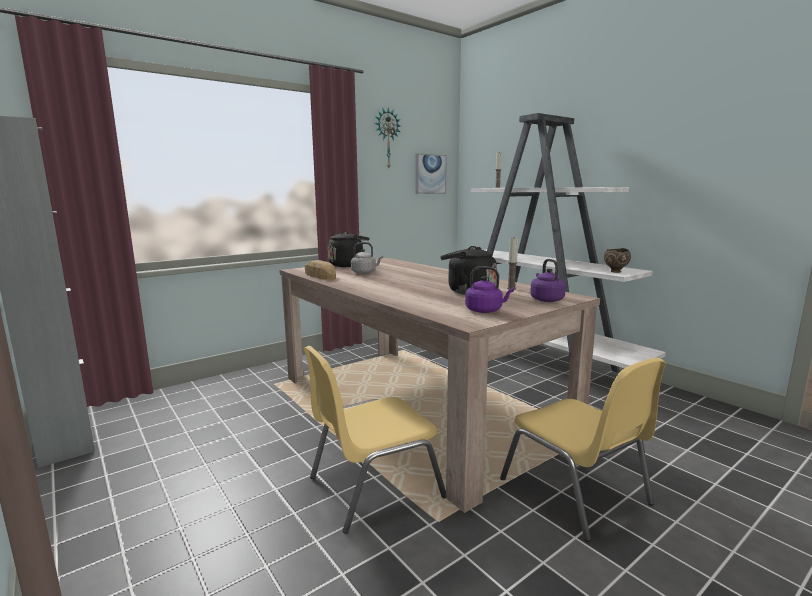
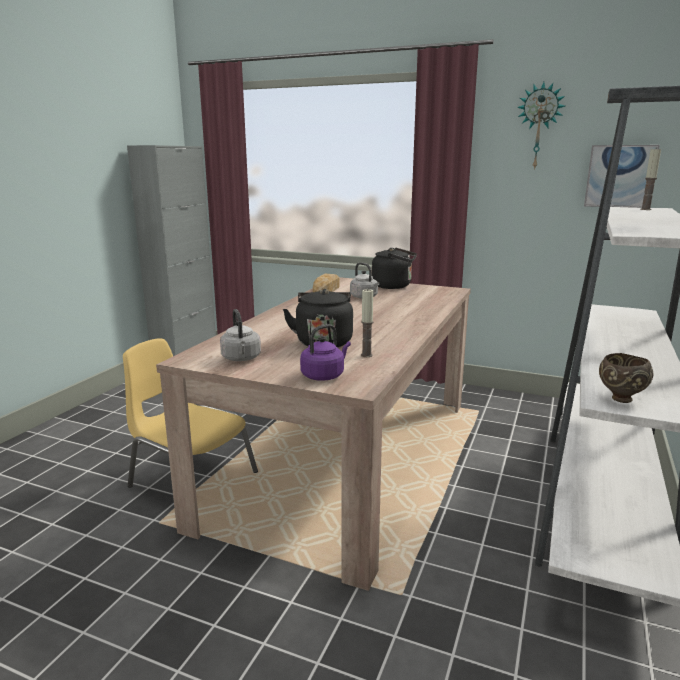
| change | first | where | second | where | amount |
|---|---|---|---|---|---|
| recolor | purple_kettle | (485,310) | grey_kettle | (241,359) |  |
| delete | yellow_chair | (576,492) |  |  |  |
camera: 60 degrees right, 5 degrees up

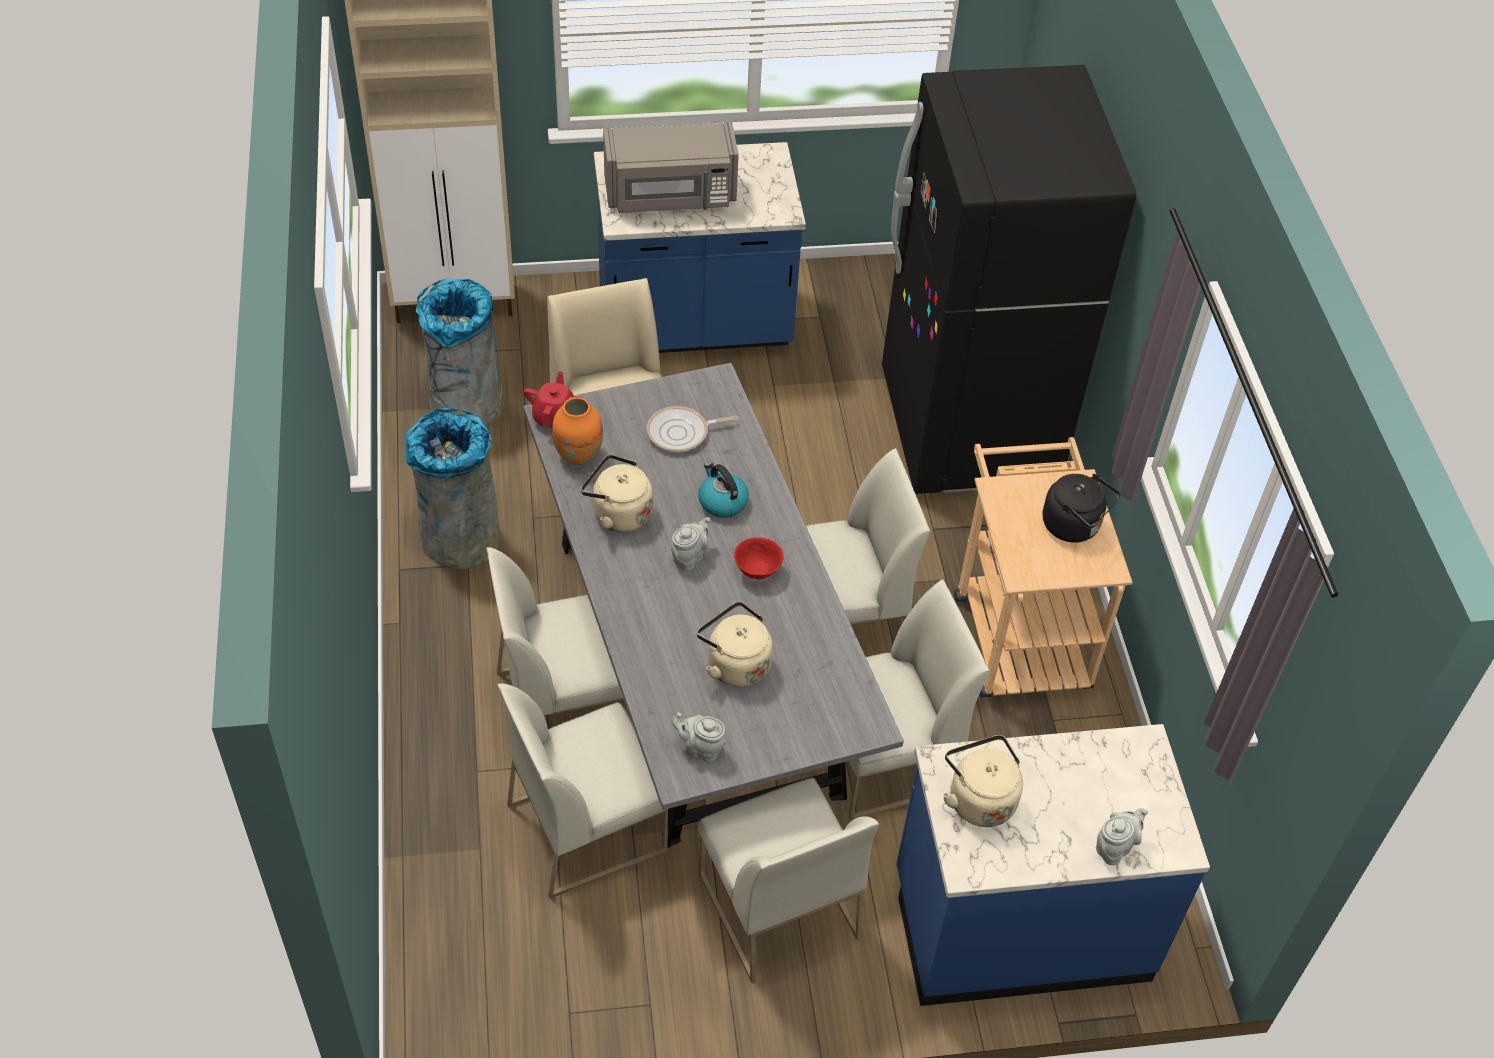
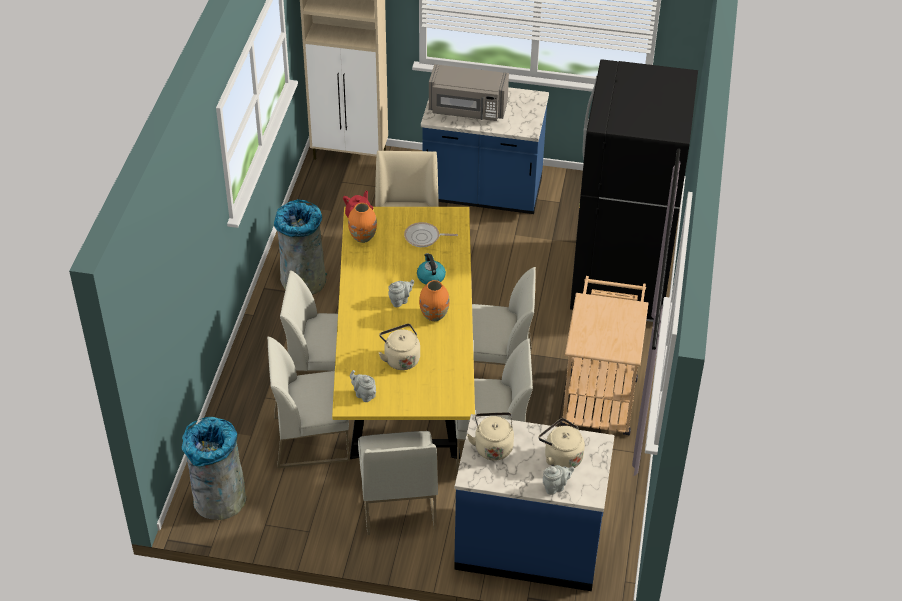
| change | first | where | second | where | amount |
|---|---|---|---|---|---|
| move | grey_trash_can | (466,406) |  | (219,500) |  |
| recolor | grey_dining_table | (697,664) | yellow_dining_table | (406,372) |  |
| move | beige_kettle | (618,514) |  | (561,457) |  |
| replace | red_bowl | (758,571) | orange_vase | (434,315) |  |
| delete | black_kettle | (1074,526) |  |  |  |
camera: 20 degrees right, 5 degrees down

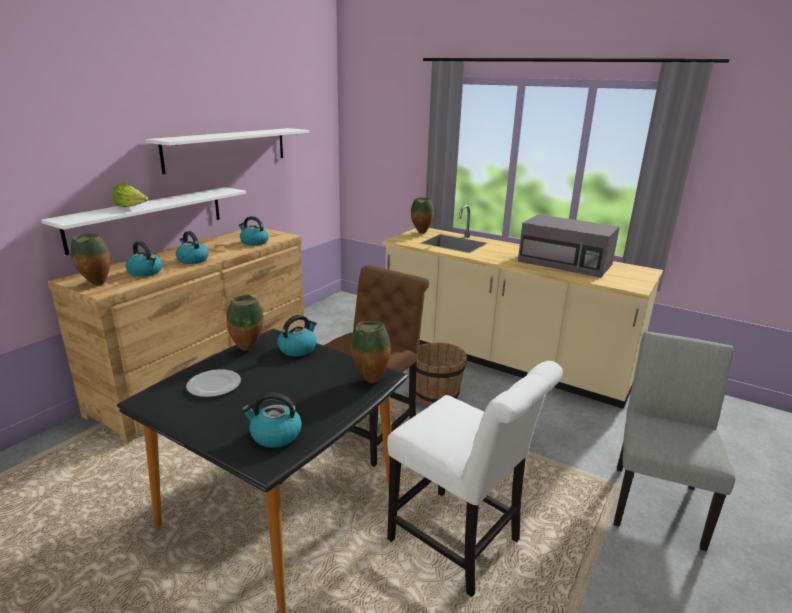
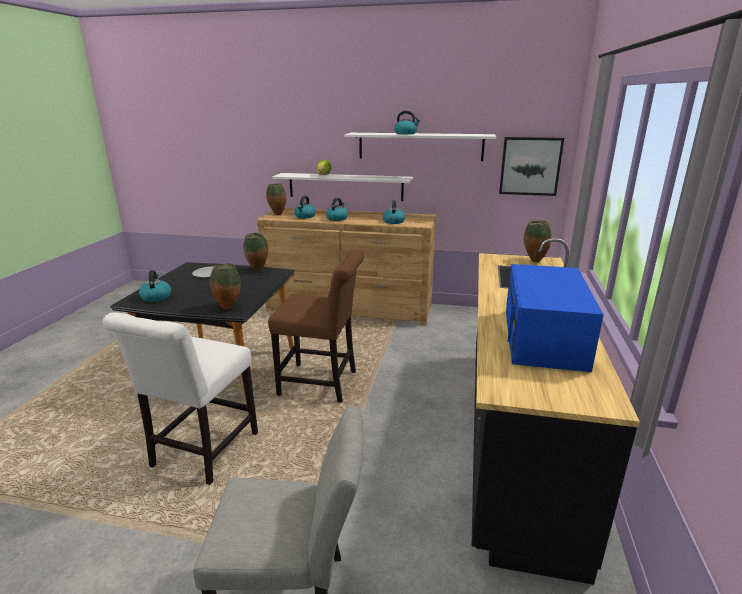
| change | first | where | second | where | amount |
|---|---|---|---|---|---|
| move | kettle | (298,349) |  | (406,133) |  |
| recolor | beige_counter | (501,360) | black_counter | (514,436) |  |
| delete | brown_bucket | (436,397) |  |  |  |
| recolor | grey_microwave | (566,263) | blue_microwave | (544,339) |  |
| insert |  |  | picture | (530,166) |  |
camera: 70 degrees right, 0 degrees up

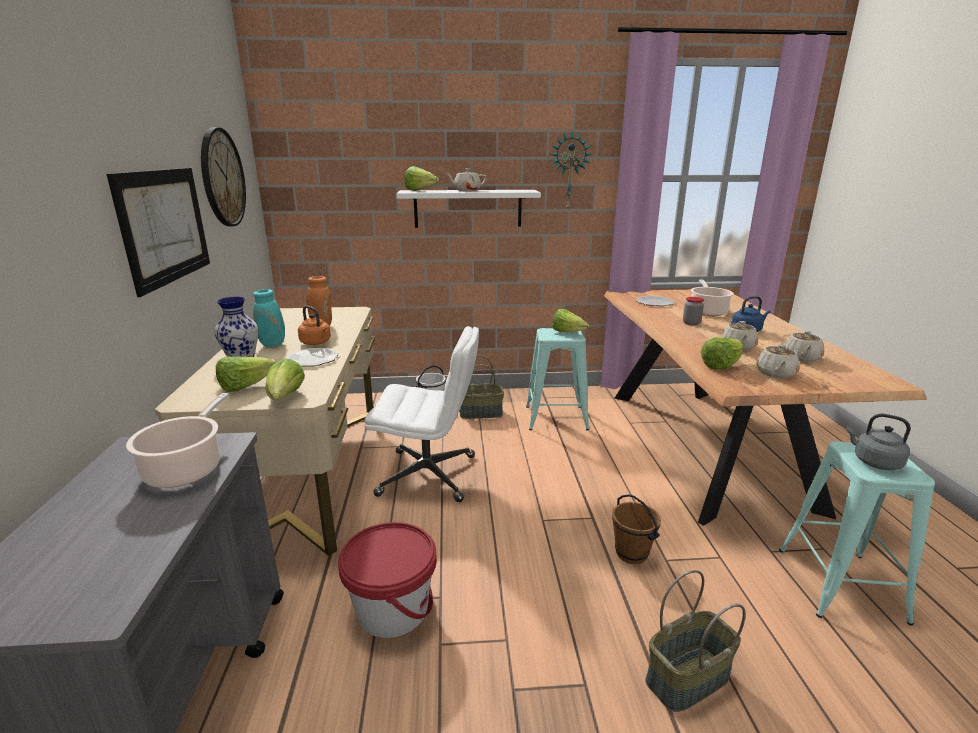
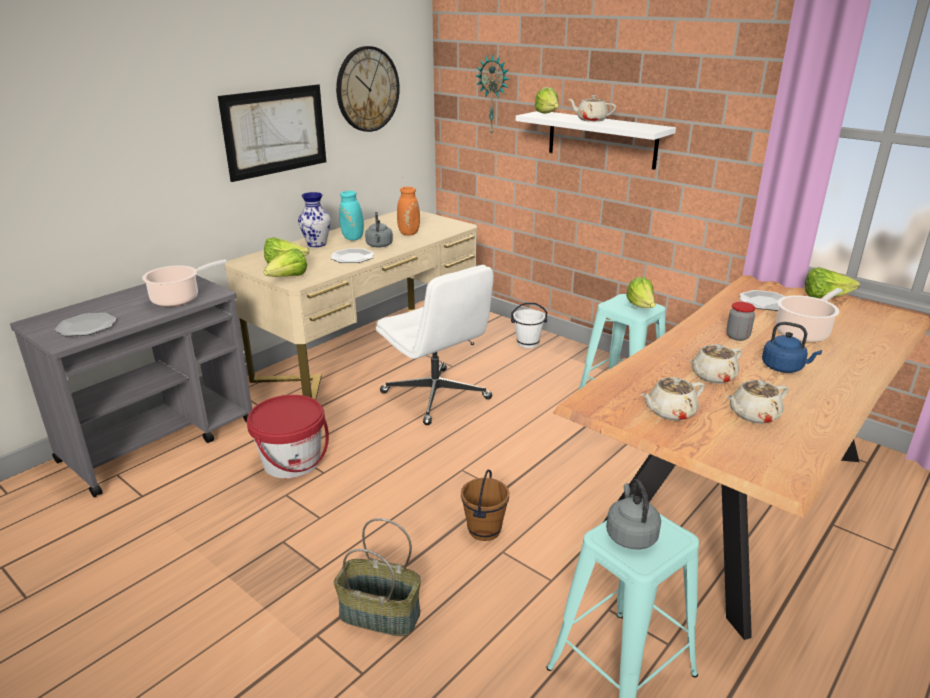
| change | first | where | second | where | amount |
|---|---|---|---|---|---|
| recolor | orange_kettle | (316,343) | grey_kettle | (379,246) |  |
| delete | basket | (481,413) |  |  |  |
| move | wall_clock | (569,172) |  | (494,95) |  |
| move | lettuce | (721,366) |  | (824,297) |  |
| insert |  |  | plate | (86,326) |  |
camera: 45 degrees right, 5 degrees up

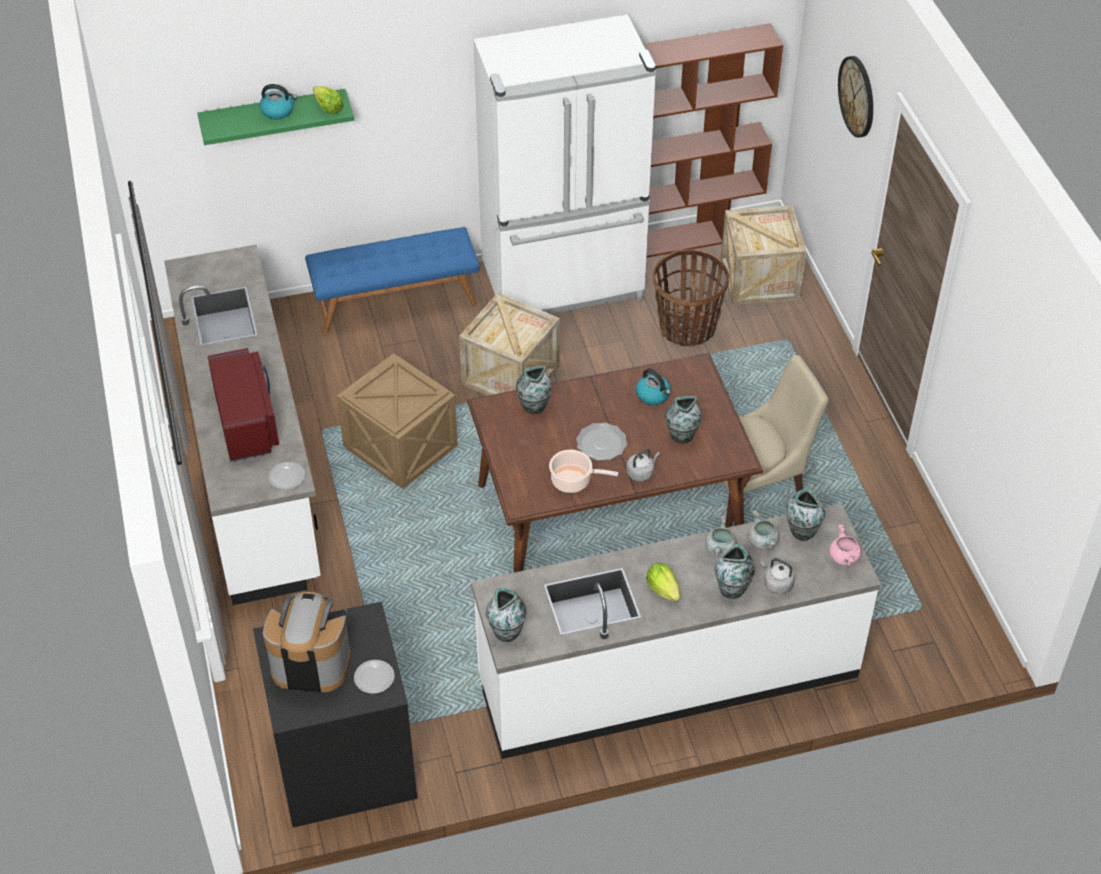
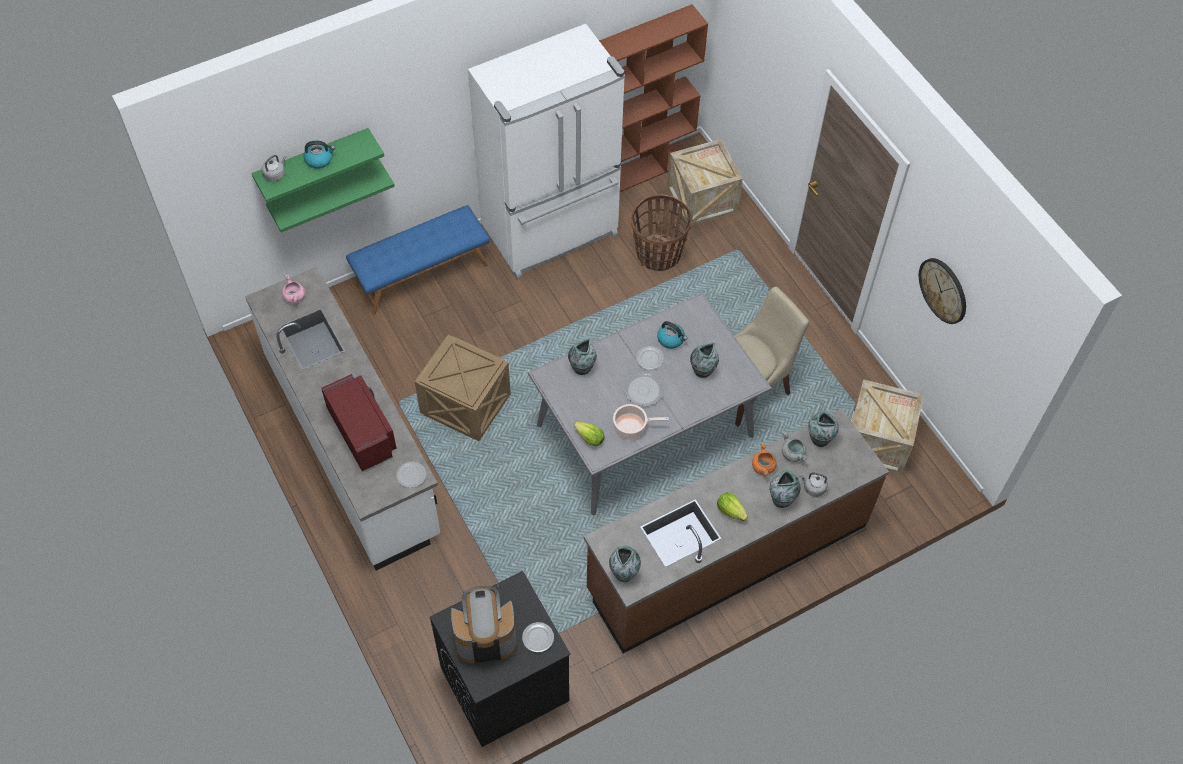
| change | first | where | second | where | amount |
|---|---|---|---|---|---|
| move | lettuce | (328,108) |  | (589,439) |  |
| move | crate | (510,375) |  | (877,441) |  |
| recolor | brown_dining_table | (610,514) | grey_dining_table | (645,429) |  |
| recolor | white_counter | (667,677) | brown_counter | (726,557) |  |
| move | grey_kettle | (641,472) |  | (275,174) |  |
| recolor | grey_cooking_pot | (720,549) | orange_cooking_pot | (763,467) |  |
| move | pink_cooking_pot | (844,557) |  | (295,297) |  |
| move | wall_clock | (857,96) |  | (943,290) |  |
| insert |  |  | green_shelf | (325,190) |  |
| insert |  |  | plate | (649,358) |  |
camera: 15 degrees left, 10 degrees up

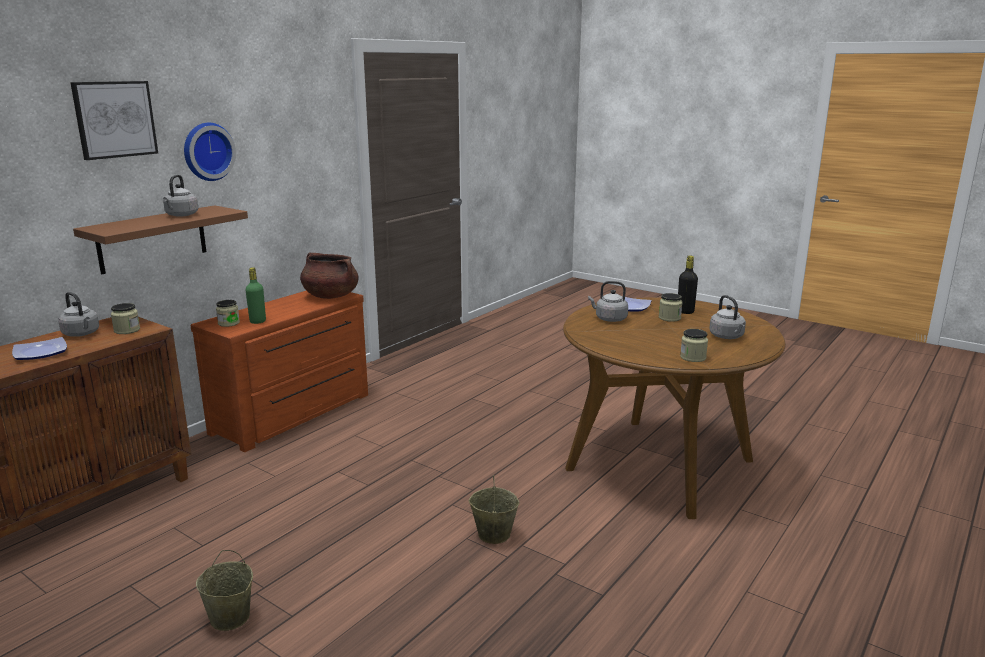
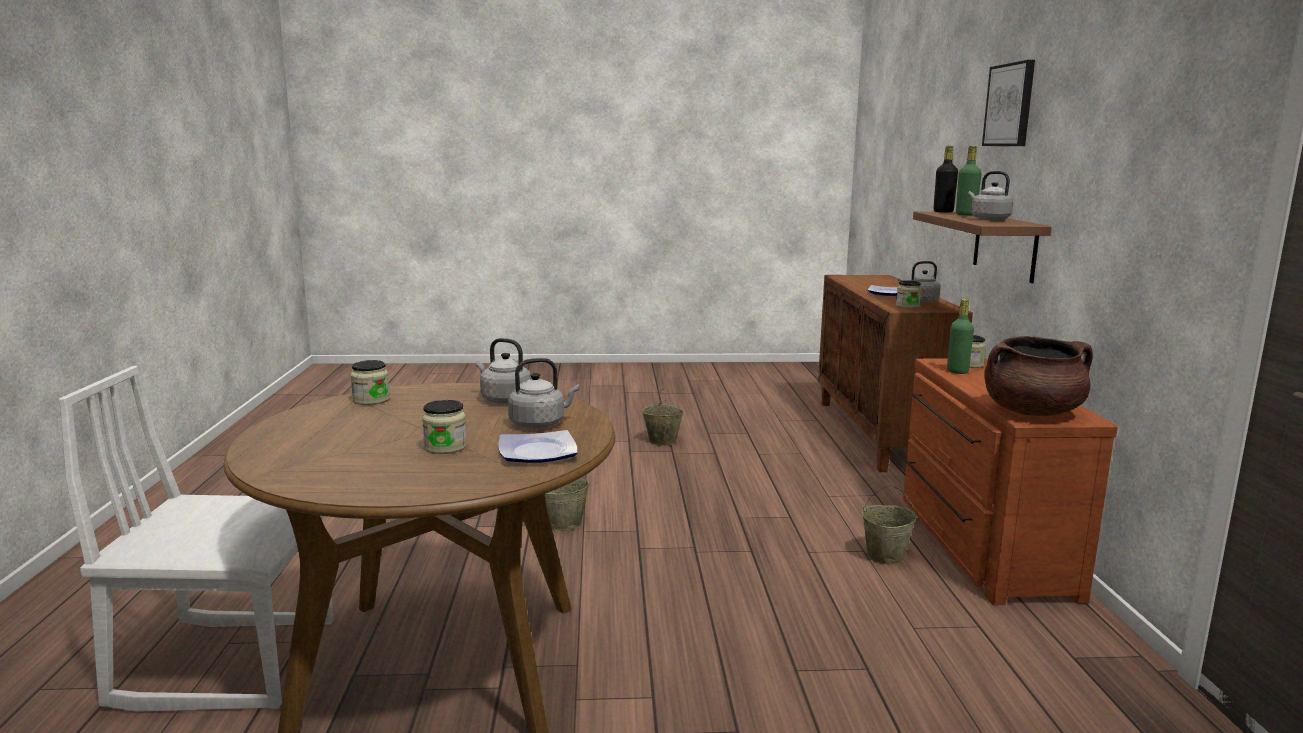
| change | first | where | second | where | amount |
|---|---|---|---|---|---|
| delete | wall_clock | (207,151) |  |  |  |
| move | black_bottle | (685,311) |  | (943,212) |  |
| move | grey_kettle | (727,337) |  | (503,399) |  |
| insert |  |  | white_chair | (228,661) |  |
| insert |  |  | beige_bucket | (886,556) |  |
| insert |  |  | green_bottle | (965,214) |  |
camera: 140 degrees right, 5 degrees down

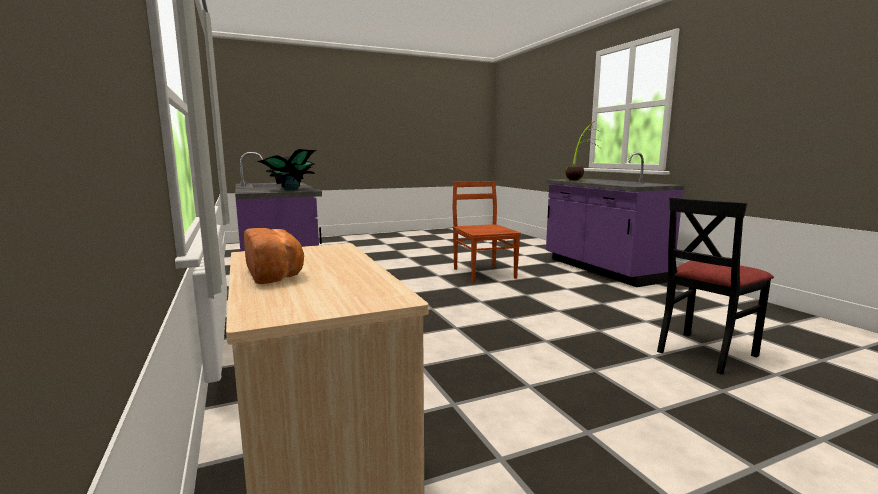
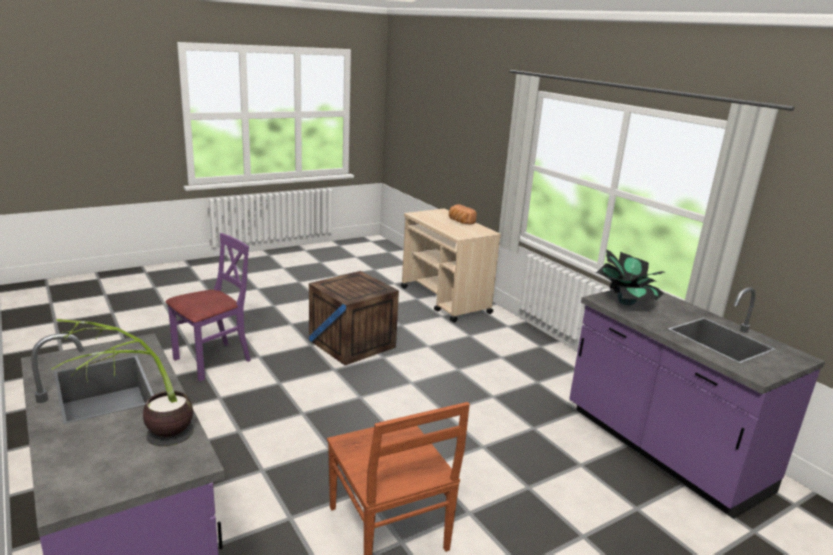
| change | first | where | second | where | amount |
|---|---|---|---|---|---|
| recolor | black_chair | (704,352) | purple_chair | (213,360) |  |
| insert |  |  | crate | (352,343) |  |
camera: 170 degrees right, 10 degrees up

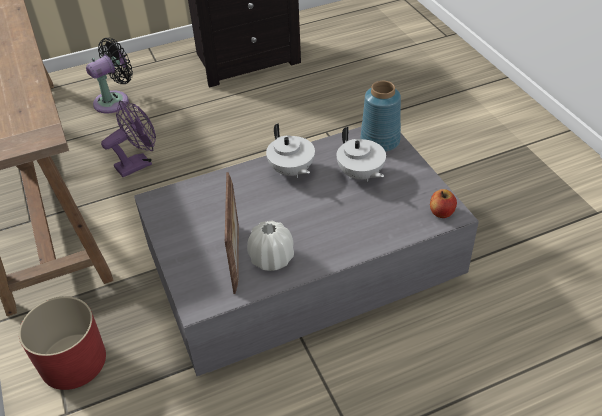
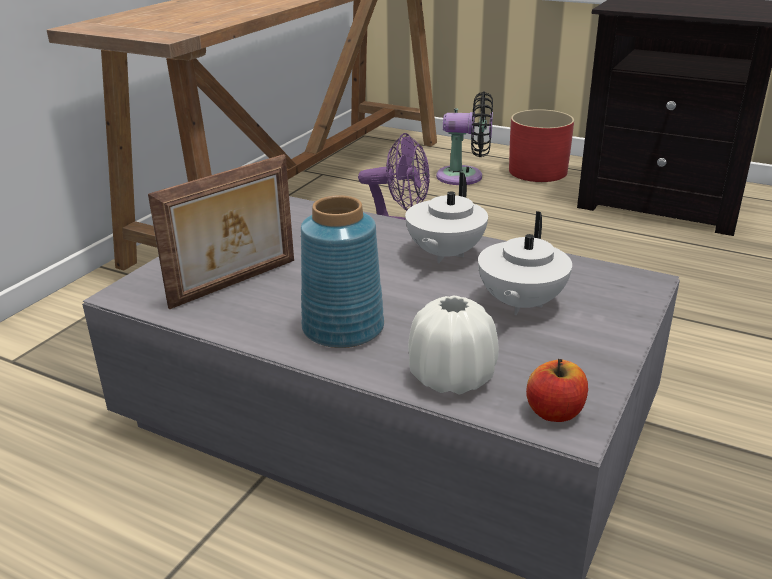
| change | first | where | second | where | amount |
|---|---|---|---|---|---|
| move | red_planter | (74,361) |  | (538,171) |  |
| move | white_vase | (272,259) |  | (451,378) |  |
| move | blue_vase | (380,141) |  | (344,329) |  |
camera: 50 degrees right, 15 degrees down

